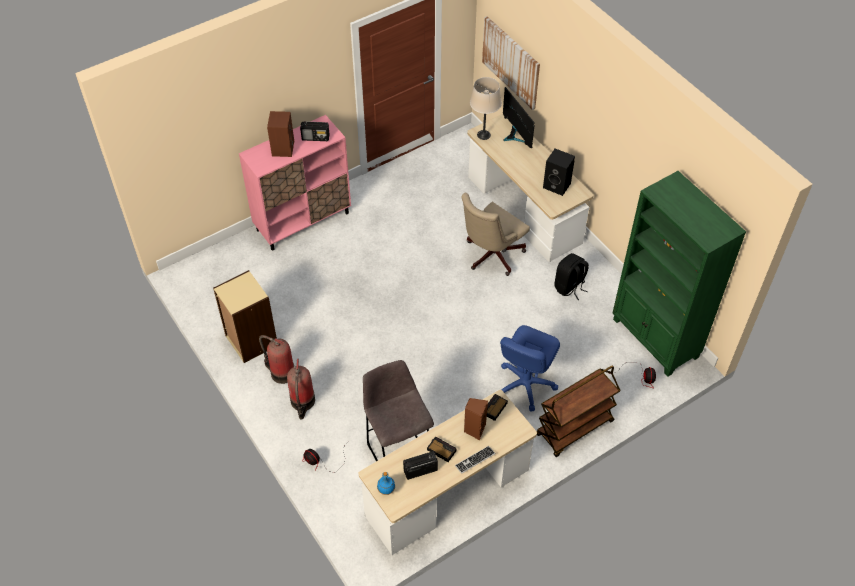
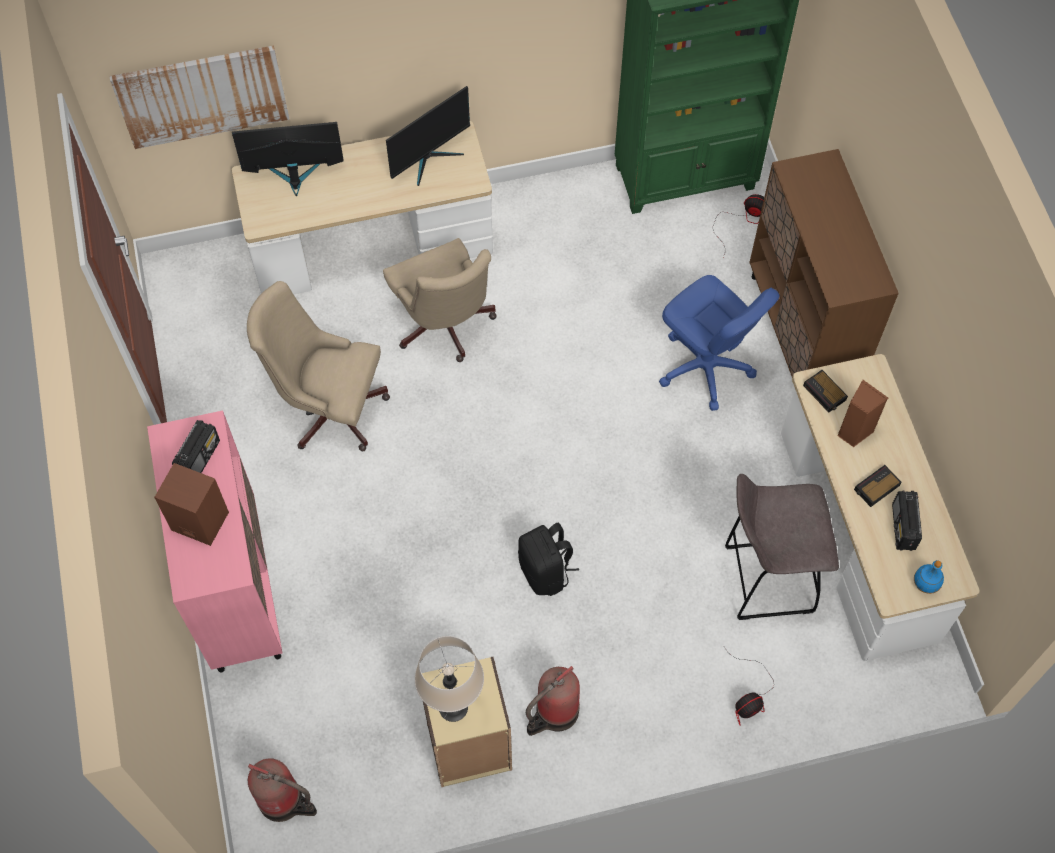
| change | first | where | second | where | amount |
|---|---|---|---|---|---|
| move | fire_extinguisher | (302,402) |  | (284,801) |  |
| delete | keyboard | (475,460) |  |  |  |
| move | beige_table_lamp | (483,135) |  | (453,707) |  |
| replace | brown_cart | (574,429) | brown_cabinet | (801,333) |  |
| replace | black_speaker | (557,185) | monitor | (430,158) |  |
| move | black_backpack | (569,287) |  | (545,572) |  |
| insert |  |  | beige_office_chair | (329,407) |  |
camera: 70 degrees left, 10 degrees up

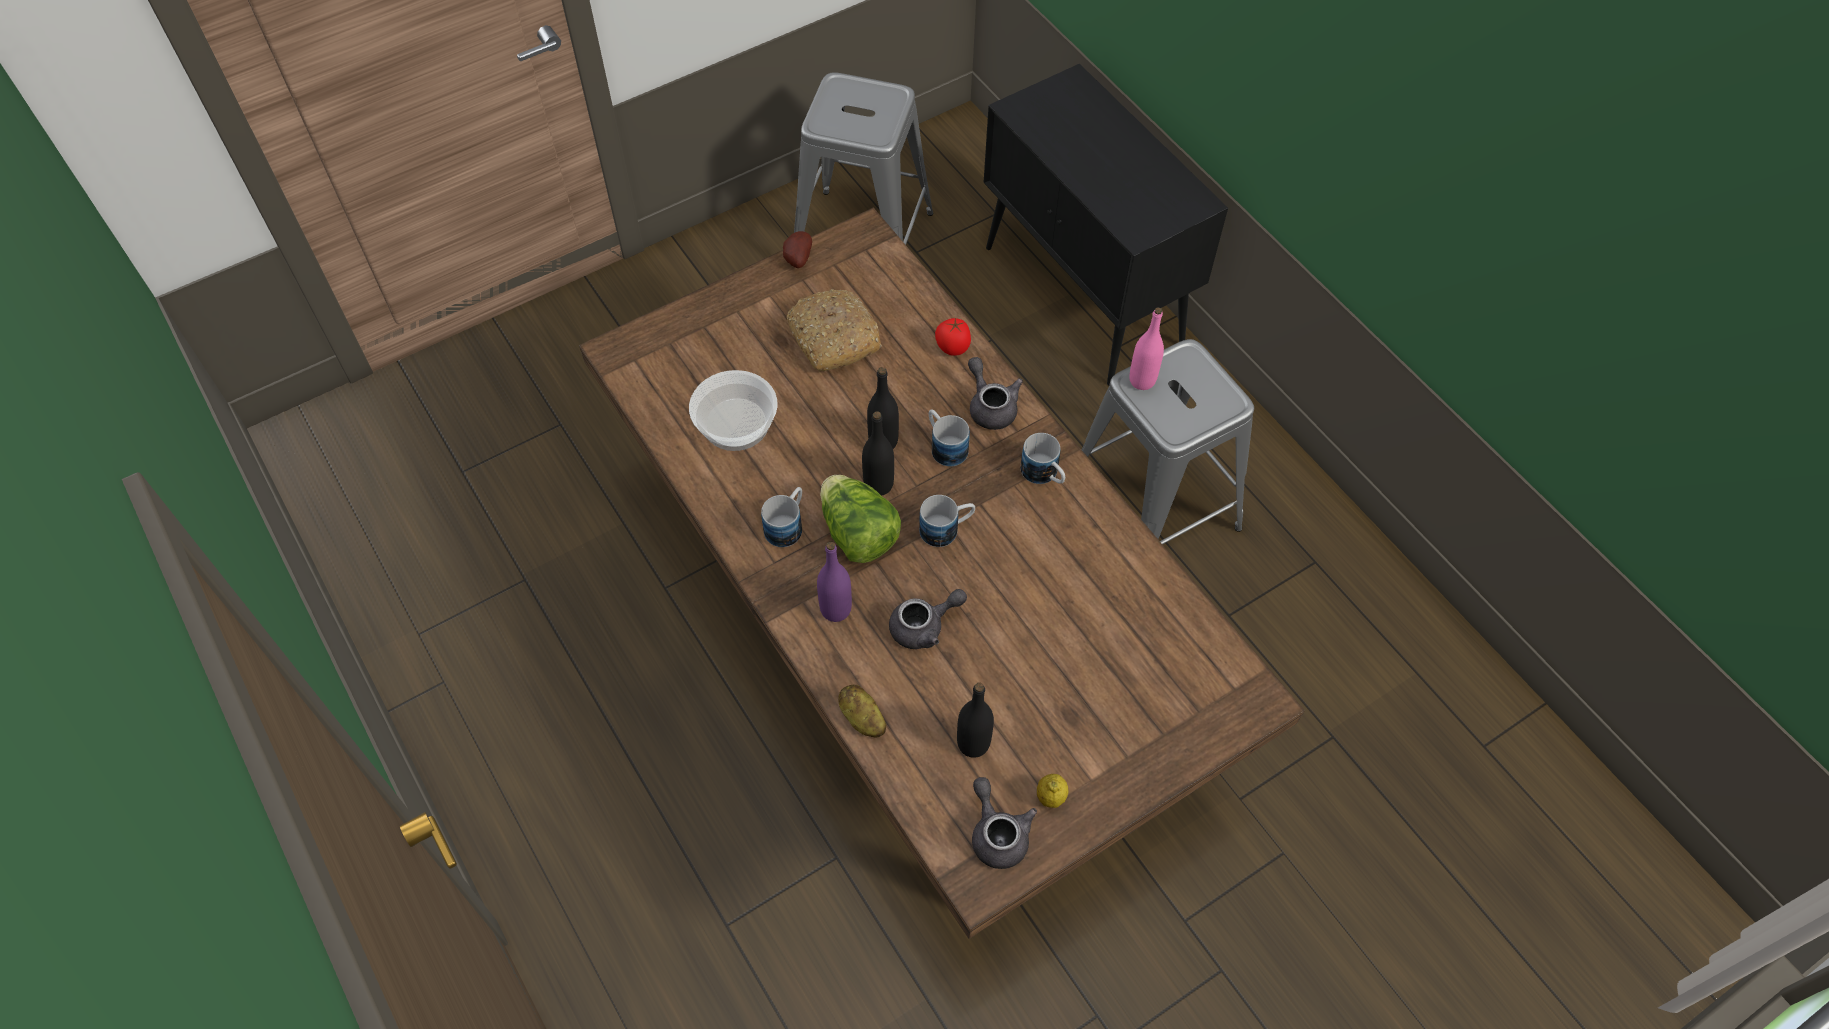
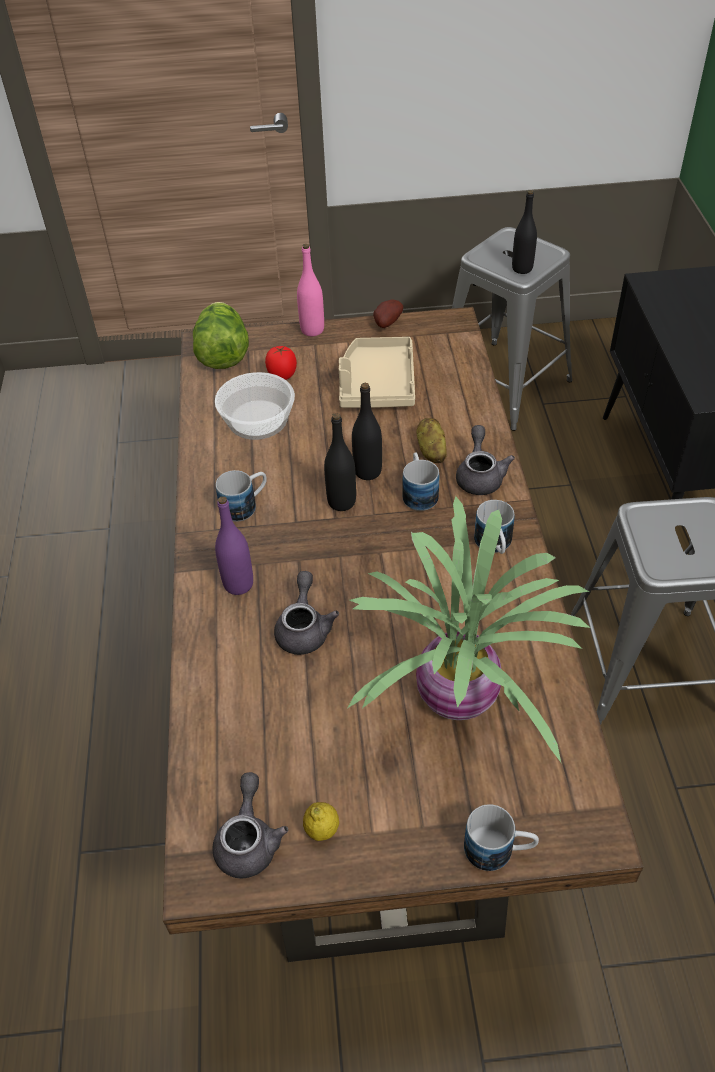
| change | first | where | second | where | amount |
|---|---|---|---|---|---|
| replace | bread | (832,338) | beige_tray | (377,384) |  |
| move | lettuce | (857,534) |  | (222,354) |  |
| move | potato | (861,719) |  | (431,450) |  |
| rotate | grey_teapot | (924,627) |  | (304,628) | 90 degrees counterclockwise |
| move | mug | (947,529) |  | (499,850) |  |
| move | tomato | (952,348) |  | (282,375) |  |
| move | black_bottle | (973,743) |  | (522,268) |  |
| move | pink_bottle | (1142,380) |  | (312,330) |  |
| insert |  |  | potted_plant | (458,700) |  |
camera: 30 degrees right, 10 degrees down

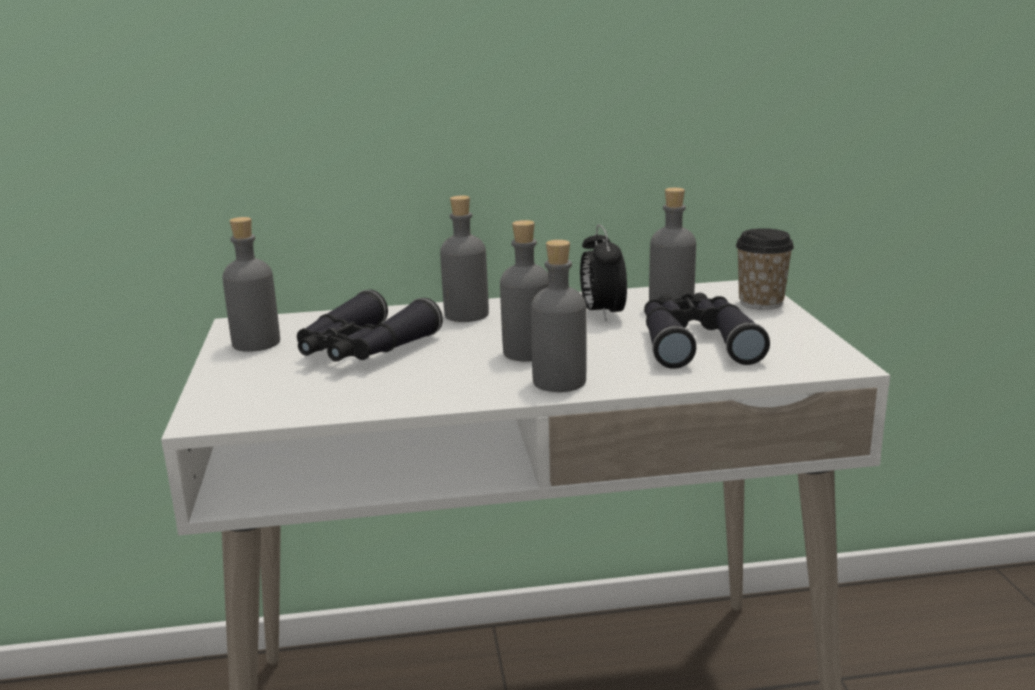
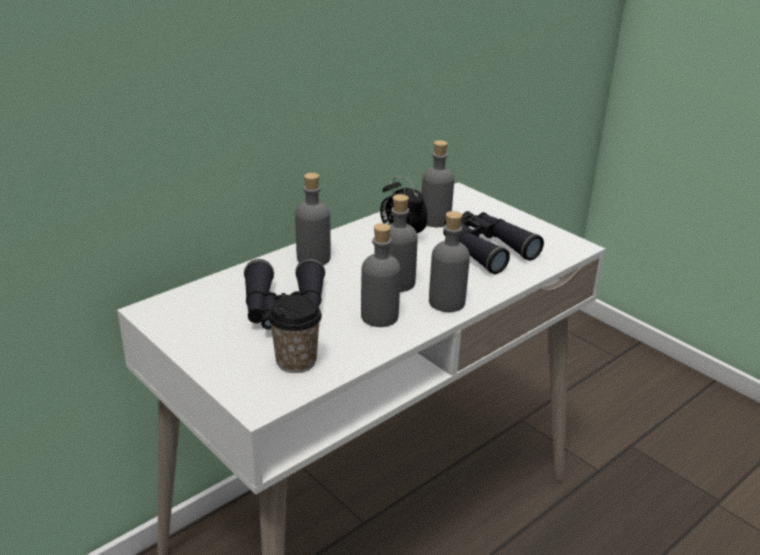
| change | first | where | second | where | amount |
|---|---|---|---|---|---|
| move | grey_bottle | (256,343) |  | (379,316) |  |
| move | cup | (761,303) |  | (296,361) |  |
camera: 35 degrees left, 10 degrees up

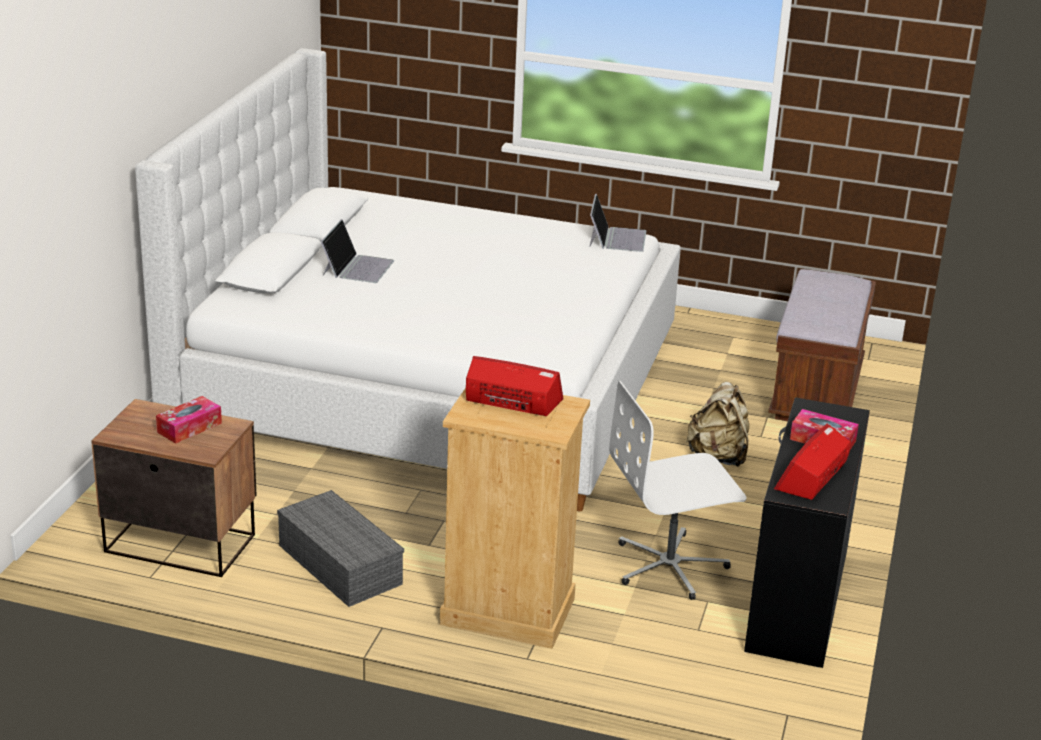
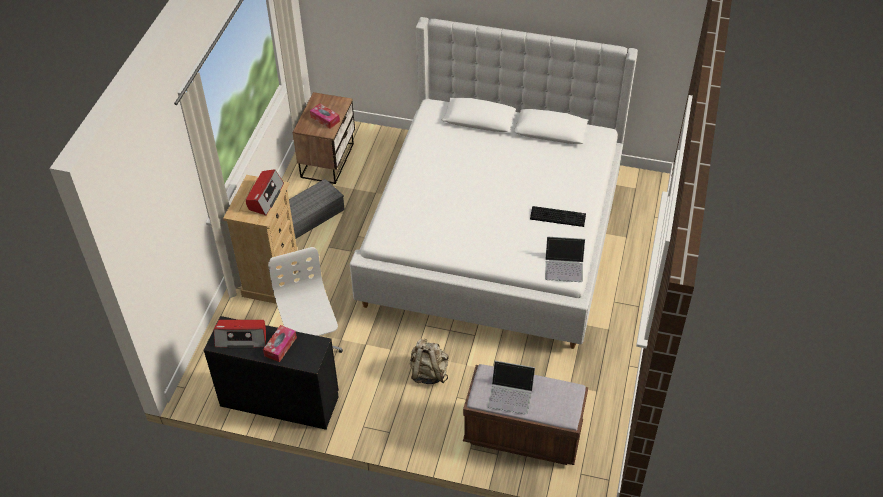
| change | first | where | second | where | amount |
|---|---|---|---|---|---|
| move | laptop | (357,267) |  | (511,394) |  |
| rotate | radio | (811,476) |  | (242,338) | 150 degrees clockwise |
| insert |  |  | keyboard | (558,216) |  |
camera: 90 degrees right, 20 degrees up

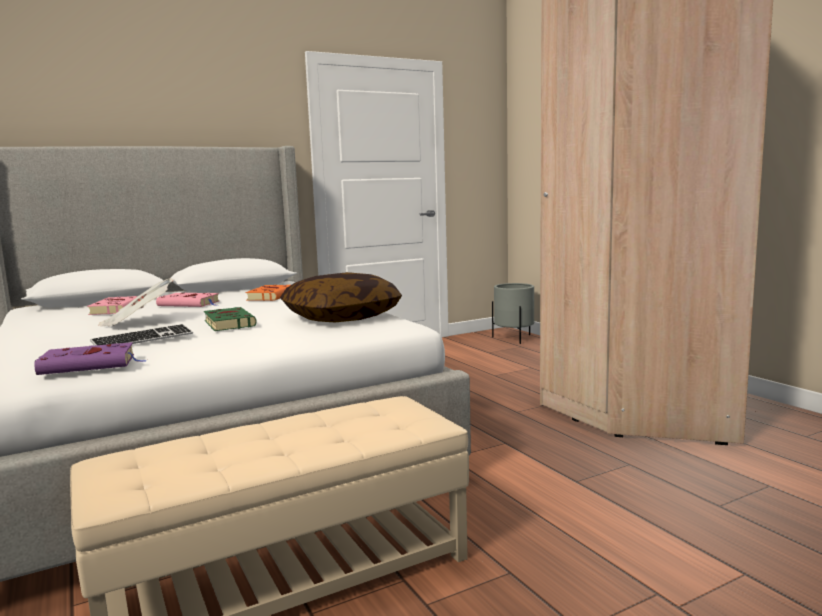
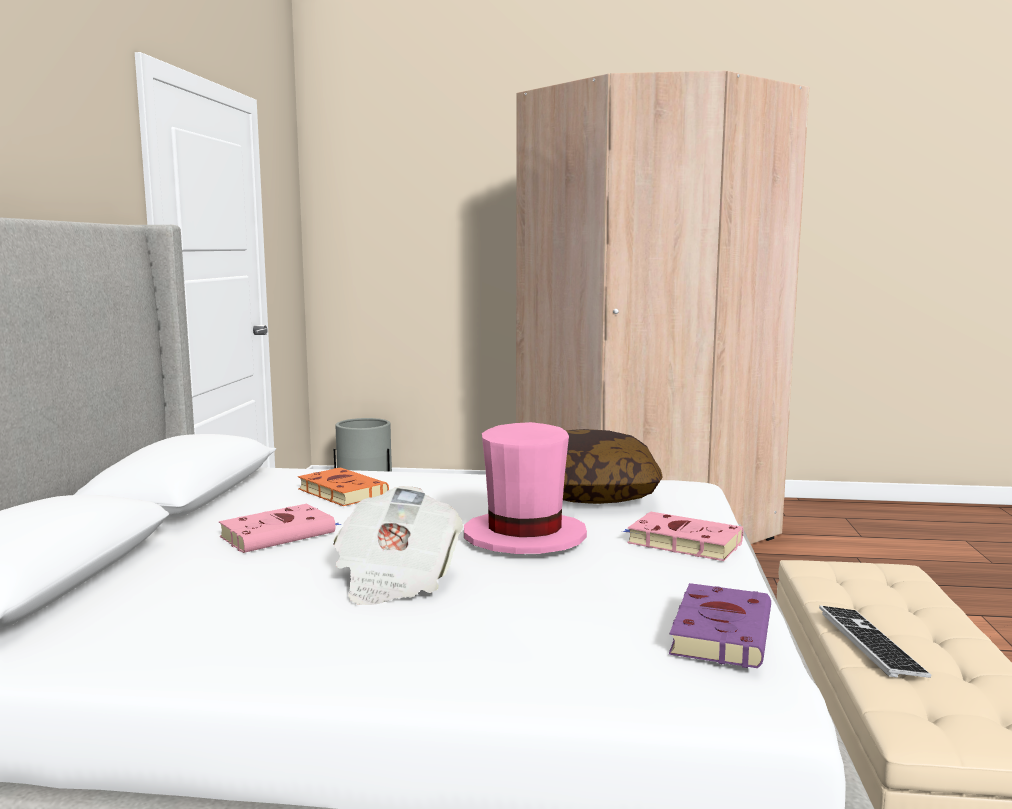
| change | first | where | second | where | amount |
|---|---|---|---|---|---|
| move | pink_book | (116,309) |  | (681,542) |  |
| move | keyboard | (143,339) |  | (870,643) |  |
| replace | green_book | (228,323) | pink_hat | (524,537) |  |
camera: 55 degrees left, 0 degrees up

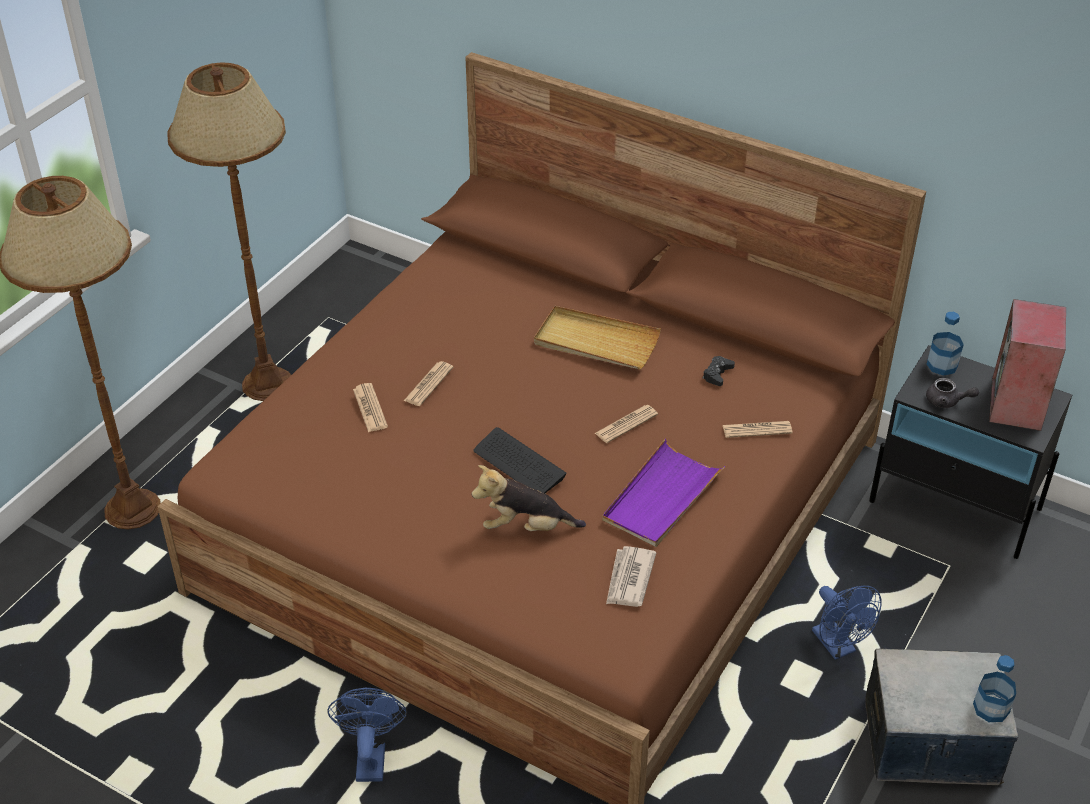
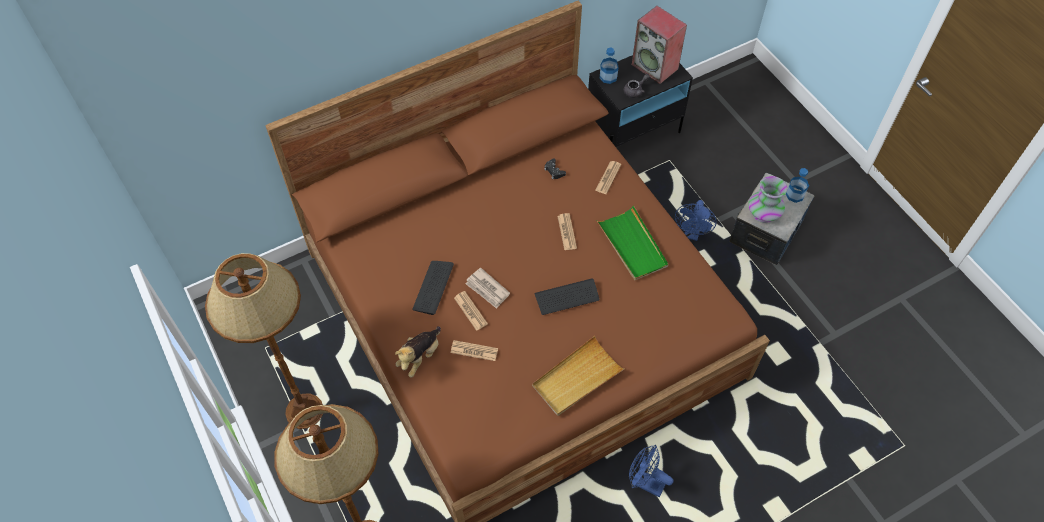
| change | first | where | second | where | amount |
|---|---|---|---|---|---|
| move | plush_toy | (526,527) |  | (420,357) |  |
| move | beige_tray | (596,342) |  | (577,378) |  |
| recolor | purple_tray | (661,497) | green_tray | (632,245) |  |
| move | newspaper | (629,579) |  | (487,289) |  |
| rotate | blue_fan | (838,647) |  | (692,234) | 105 degrees clockwise |
| insert |  |  | keyboard | (433,287) |  |
| insert |  |  | vase | (763,214) |  |
camera: 60 degrees left, 15 degrees up

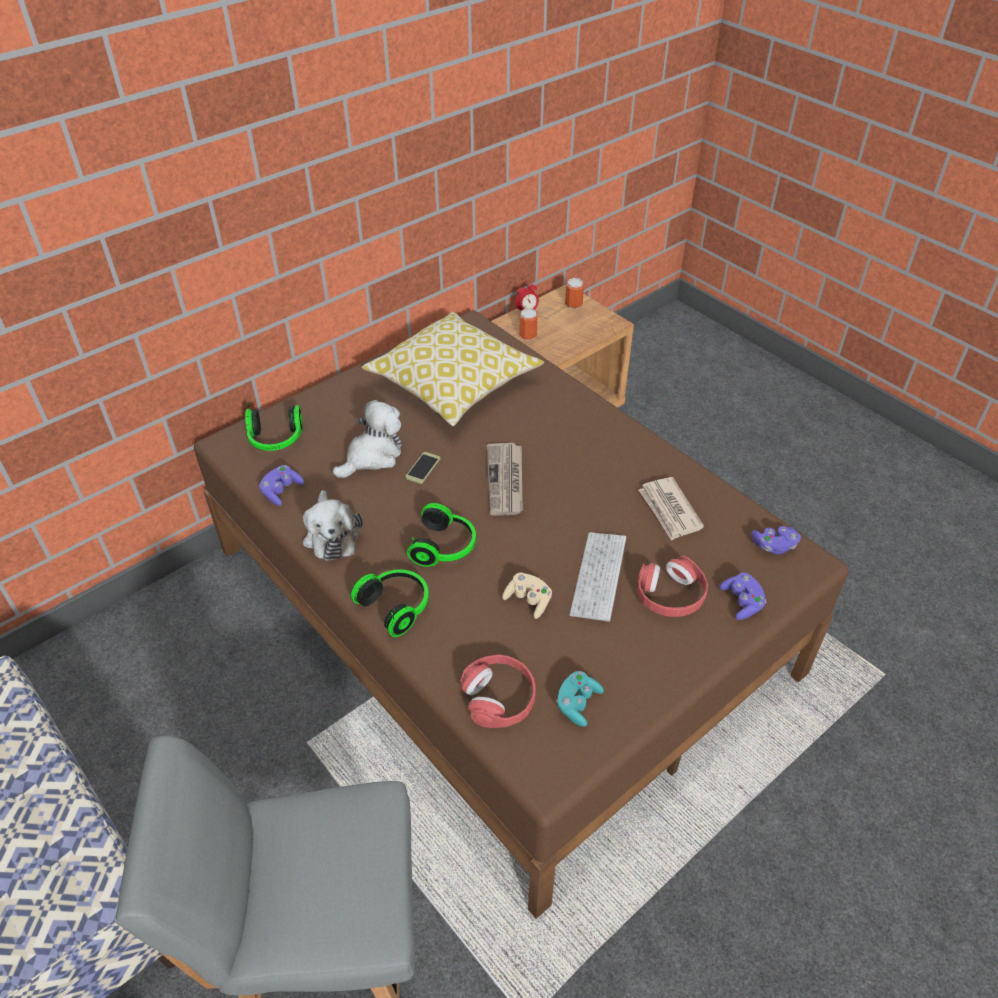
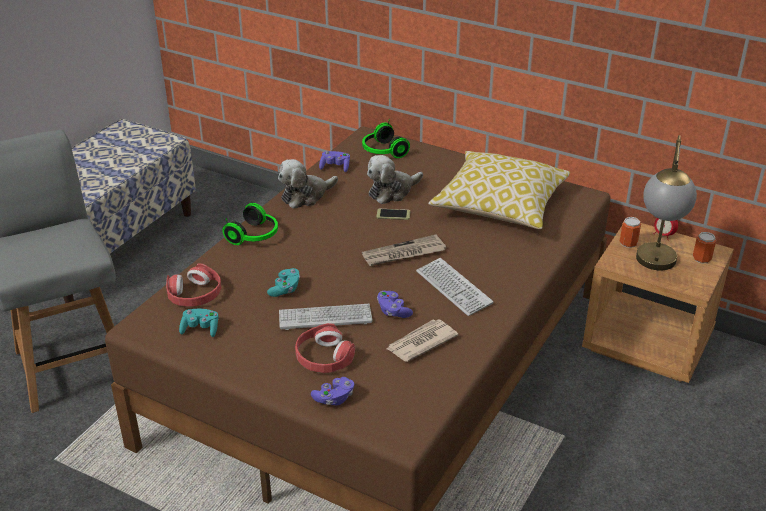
| change | first | where | second | where | amount |
|---|---|---|---|---|---|
| rotate | plush_toy | (372,456) |  | (392,191) | 120 degrees clockwise |
| delete | headphones | (445,547) |  |  |  |
| recolor | beige_game_controller | (528,601) | turquoise_game_controller | (285,289) |  |
| move | purple_game_controller | (774,546) |  | (393,311) |  |
| insert |  |  | keyboard | (453,288) |  |
| insert |  |  | table_lamp | (655,267) |  |
camera: 70 degrees right, 10 degrees down

